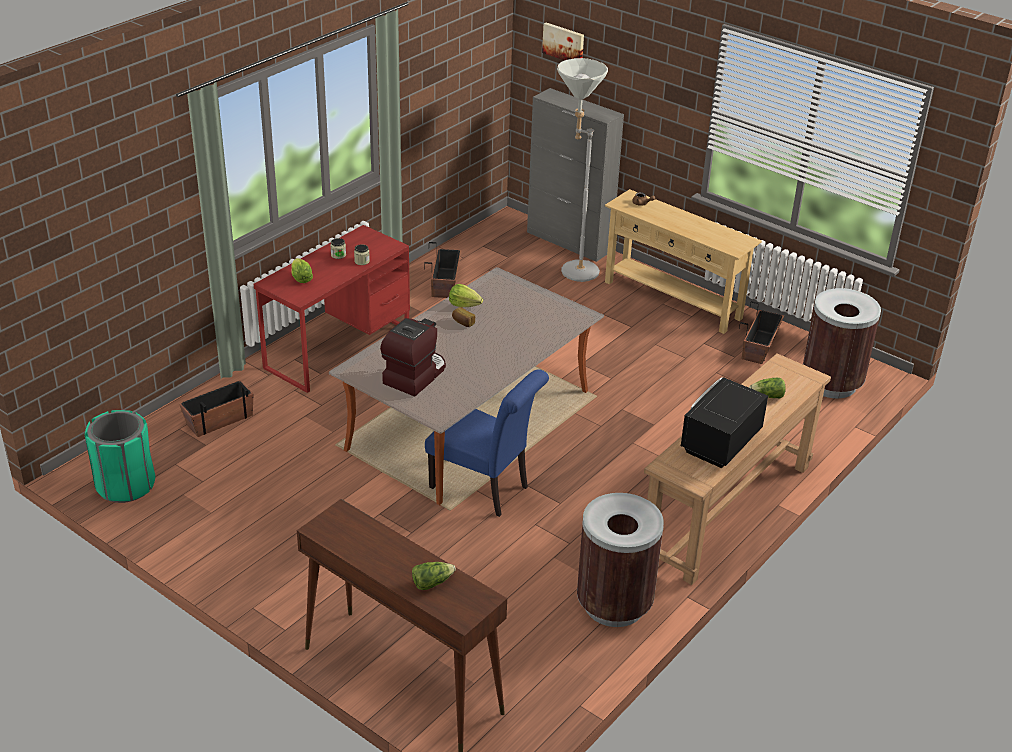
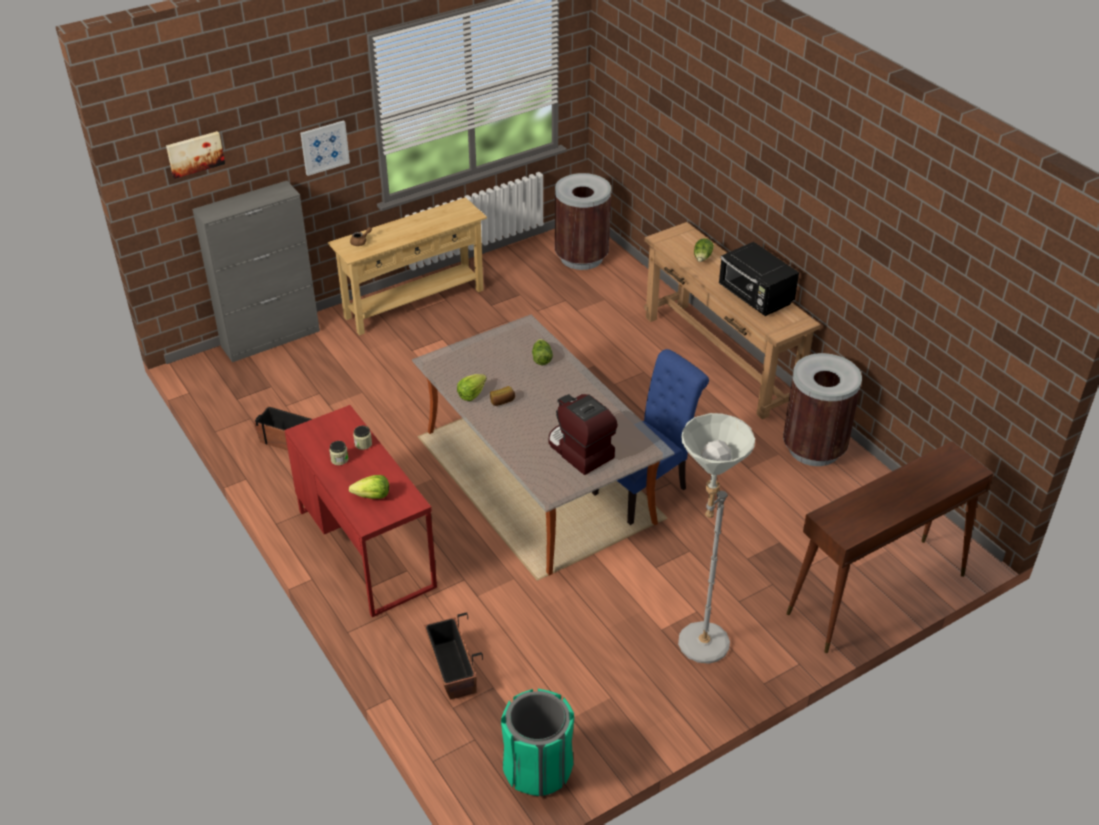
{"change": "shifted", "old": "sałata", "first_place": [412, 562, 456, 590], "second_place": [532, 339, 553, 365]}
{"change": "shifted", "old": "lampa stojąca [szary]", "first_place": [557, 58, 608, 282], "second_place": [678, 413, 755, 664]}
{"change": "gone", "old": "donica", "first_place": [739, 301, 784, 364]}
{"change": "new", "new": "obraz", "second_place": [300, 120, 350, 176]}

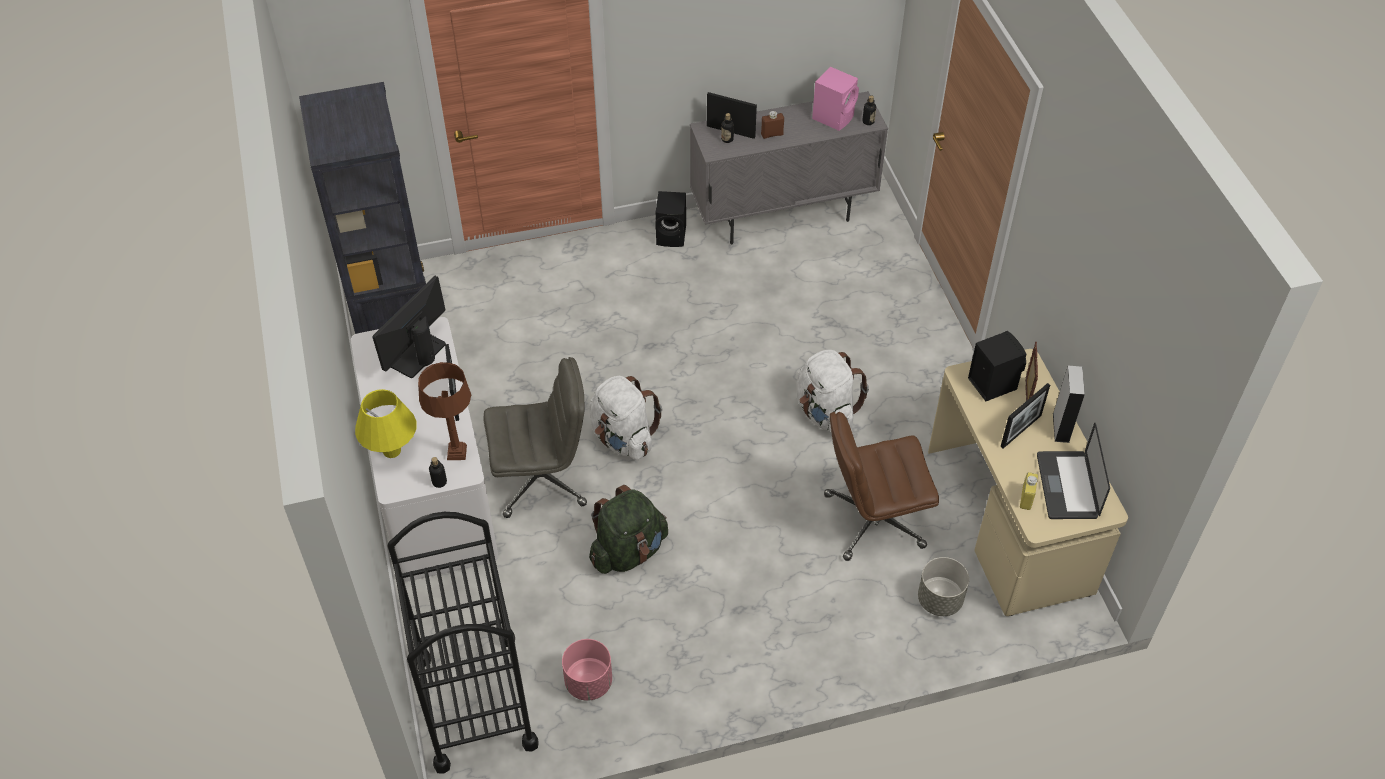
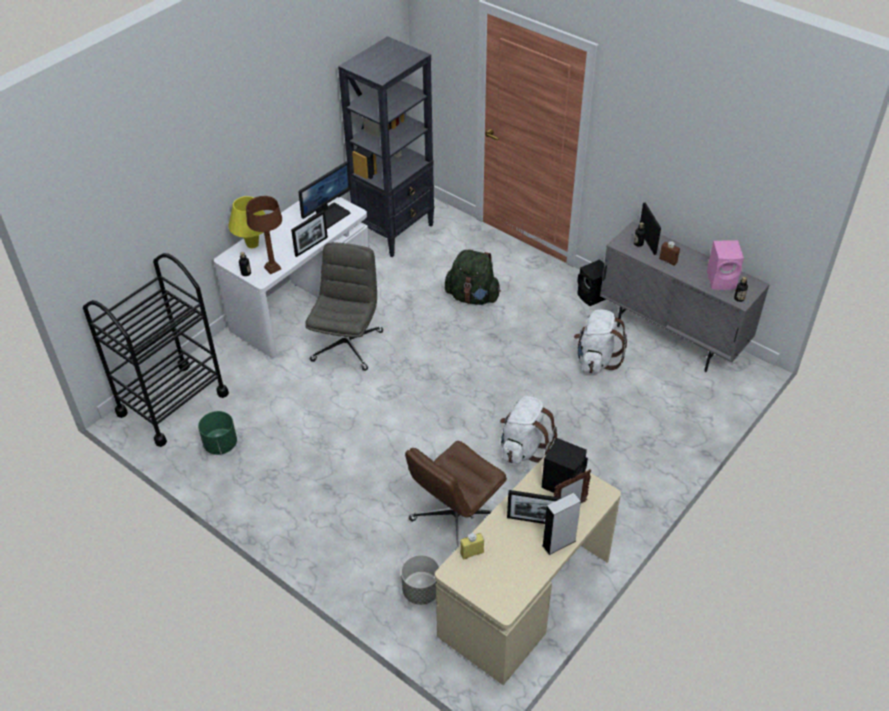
{"change": "rotated", "old": "monitor", "first_place": [372, 276, 446, 378], "second_place": [298, 161, 351, 229], "degrees": 135}
{"change": "rotated", "old": "krzesło biurowe [szary]", "first_place": [483, 357, 587, 518], "second_place": [305, 242, 383, 371], "degrees": -120}
{"change": "repainted", "old": "donica [różowy]", "new": "donica [zielony]", "first_place": [562, 639, 612, 701], "second_place": [198, 411, 237, 455]}
{"change": "shifted", "old": "plecak [biały]", "first_place": [589, 376, 662, 460], "second_place": [574, 310, 627, 374]}
{"change": "shifted", "old": "plecak [zielony]", "first_place": [589, 485, 668, 574], "second_place": [445, 249, 501, 305]}
{"change": "rotated", "old": "krzesło biurowe [brązowy]", "first_place": [824, 412, 939, 561], "second_place": [405, 441, 507, 548], "degrees": -90}
{"change": "gone", "old": "laptop", "first_place": [1037, 423, 1110, 519]}

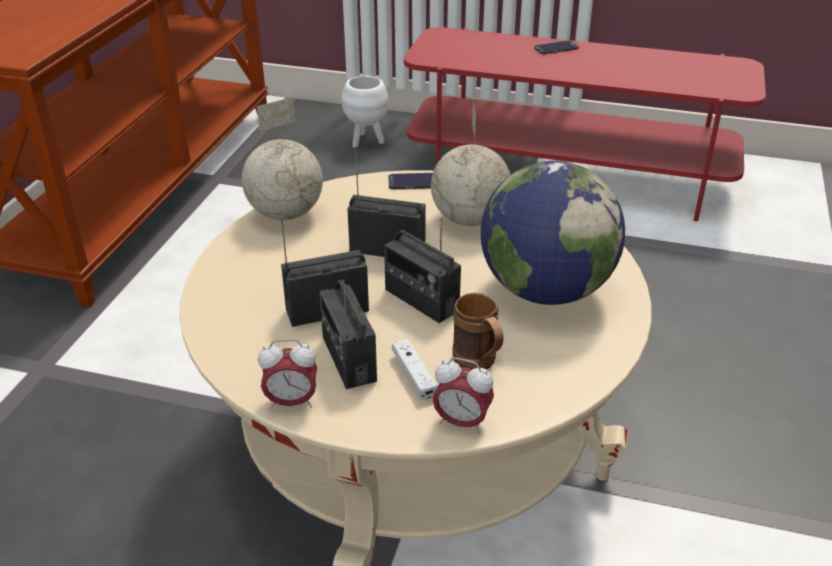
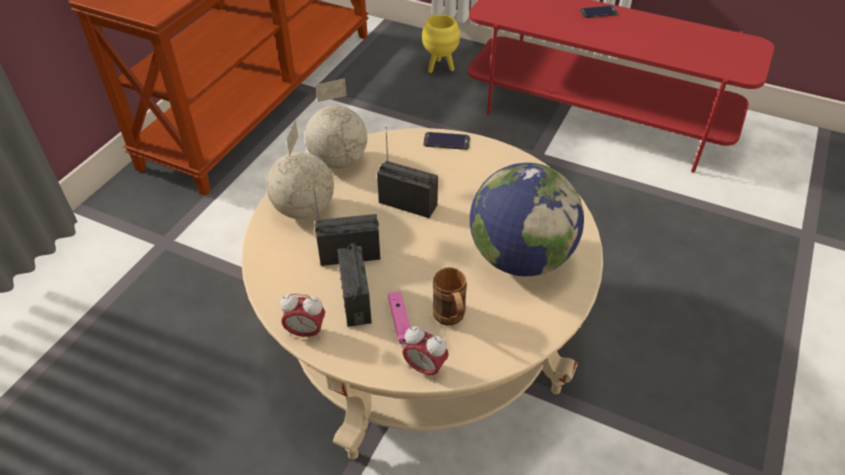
{"change": "repainted", "old": "donica [biały]", "new": "donica [żółty]", "first_place": [342, 76, 389, 148], "second_place": [422, 15, 460, 73]}
{"change": "gone", "old": "radio", "first_place": [384, 218, 461, 323]}
{"change": "repainted", "old": "pad do gier [biały]", "new": "pad do gier [różowy]", "first_place": [392, 339, 438, 400], "second_place": [388, 291, 410, 344]}
{"change": "shifted", "old": "globus", "first_place": [431, 101, 511, 226], "second_place": [266, 119, 334, 219]}

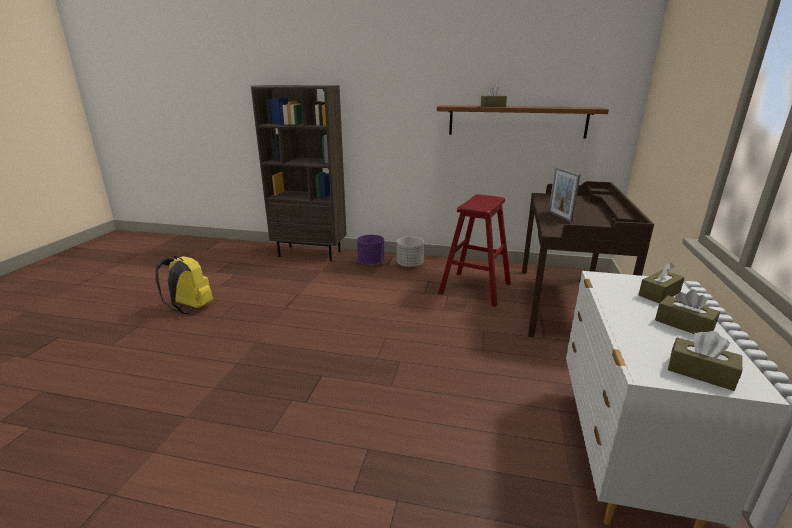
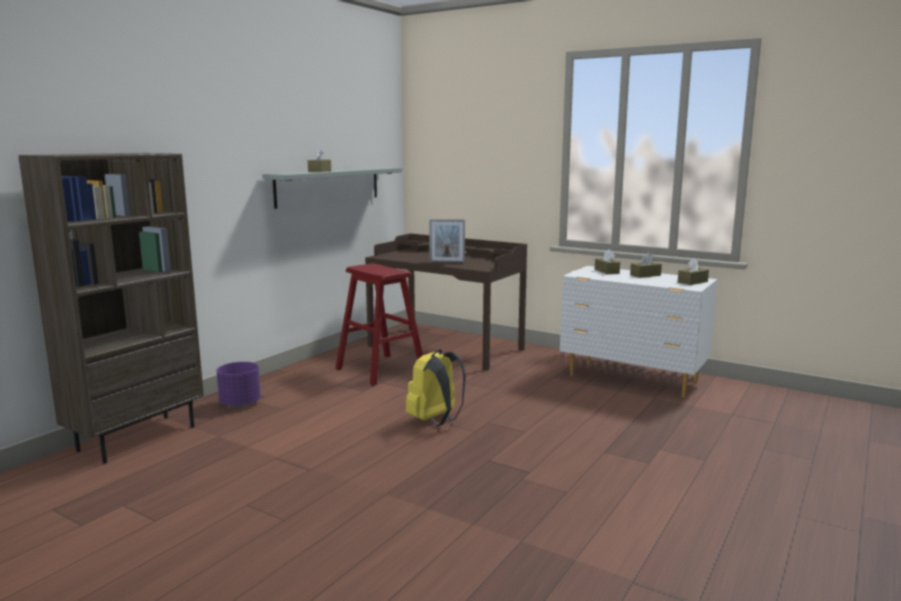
{"change": "shifted", "old": "plecak [żółty]", "first_place": [155, 256, 213, 314], "second_place": [406, 349, 466, 427]}
{"change": "gone", "old": "donica [szary]", "first_place": [397, 237, 424, 268]}
{"change": "repainted", "old": "półka [brązowy]", "new": "półka [szary]", "first_place": [437, 105, 609, 138], "second_place": [262, 167, 402, 209]}

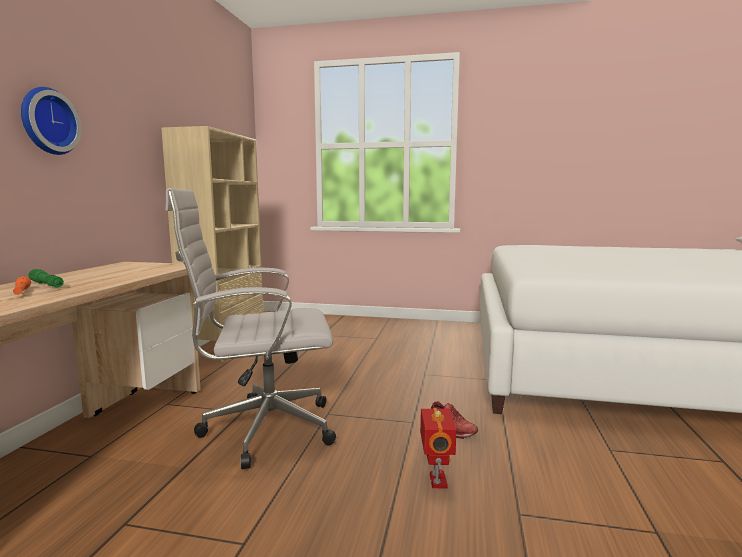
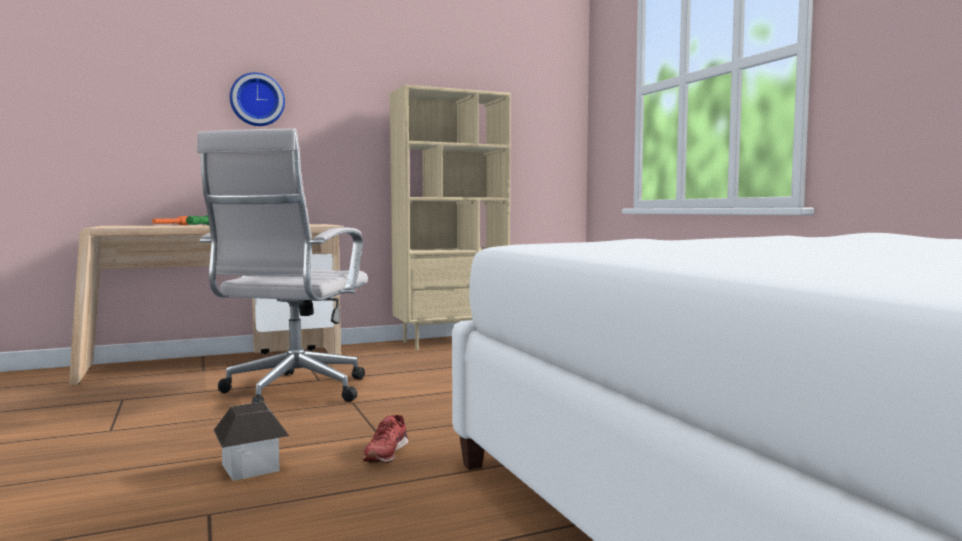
{"change": "rotated", "old": "krzesło biurowe [biały]", "first_place": [165, 188, 336, 469], "second_place": [197, 128, 368, 403], "degrees": -120}
{"change": "swapped", "old": "robot zabawkowy", "new": "domek", "first_place": [420, 408, 456, 488], "second_place": [214, 401, 289, 481]}

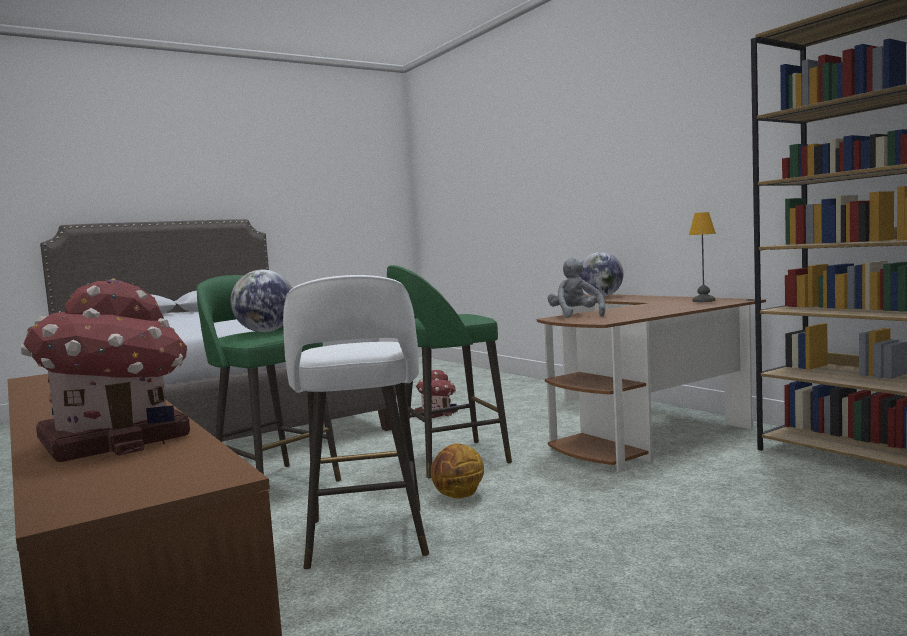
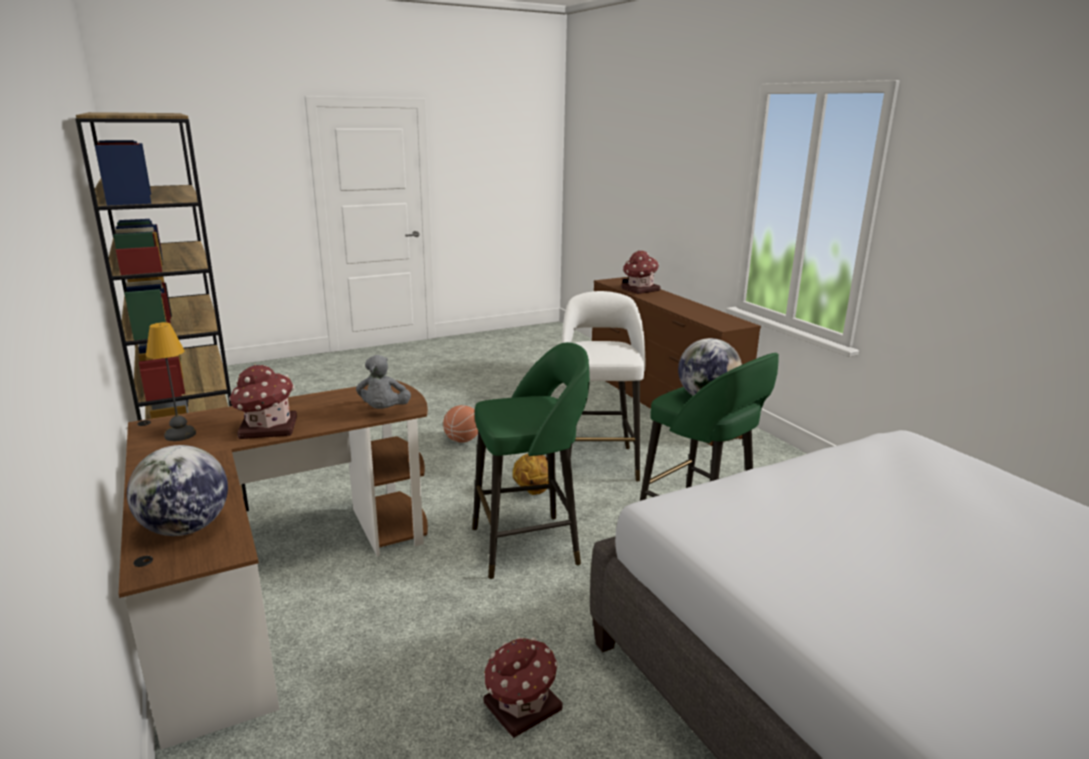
{"change": "new", "new": "domek", "second_place": [229, 364, 297, 439]}
{"change": "new", "new": "piłka do koszykówki", "second_place": [443, 405, 478, 442]}

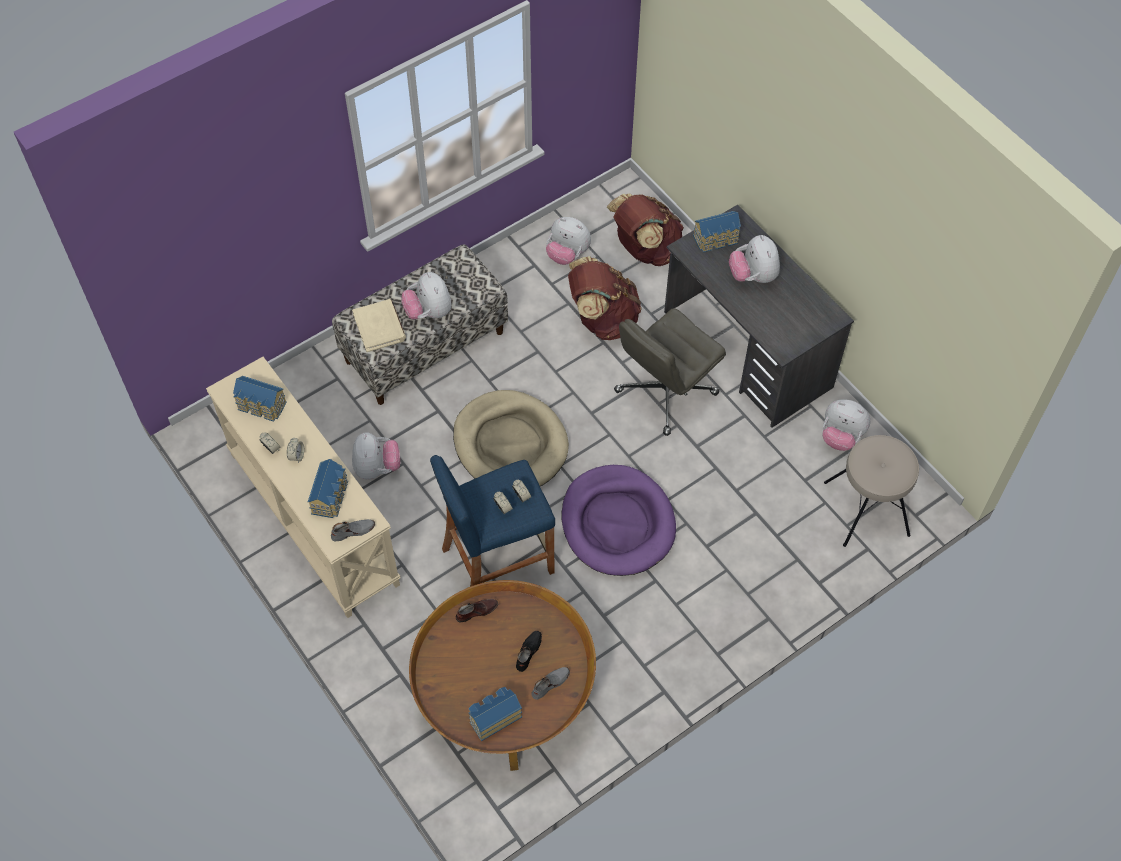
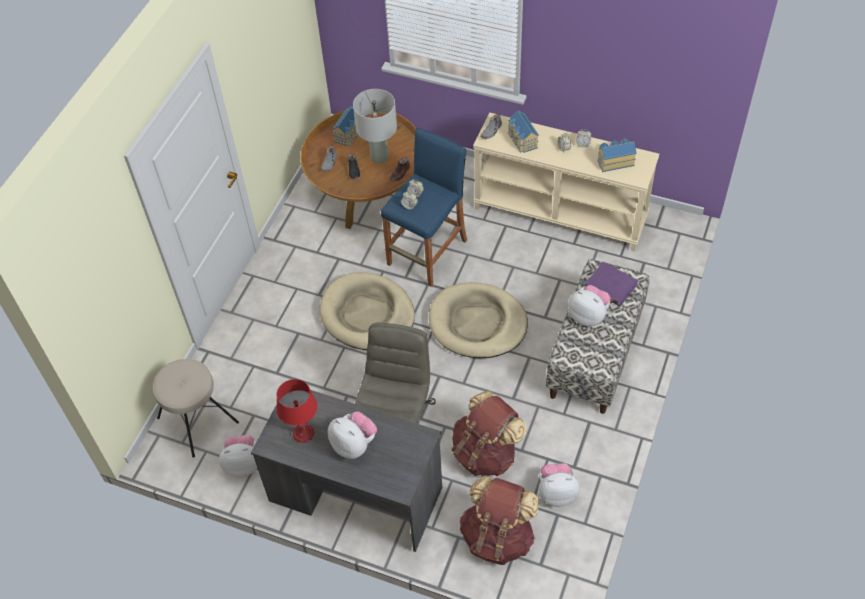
{"change": "repainted", "old": "książka [beżowy]", "new": "książka [fioletowy]", "first_place": [352, 299, 406, 352], "second_place": [585, 262, 638, 306]}
{"change": "gone", "old": "pluszak", "first_place": [352, 432, 400, 479]}
{"change": "repainted", "old": "legowisko [fioletowy]", "new": "legowisko [beżowy]", "first_place": [561, 465, 676, 576], "second_place": [319, 272, 415, 350]}
{"change": "gone", "old": "domek", "first_place": [693, 211, 741, 253]}
{"change": "new", "new": "lampa stołowa [czerwony]", "second_place": [276, 379, 317, 443]}
{"change": "new", "new": "lampa stołowa [szary]", "second_place": [353, 89, 397, 163]}

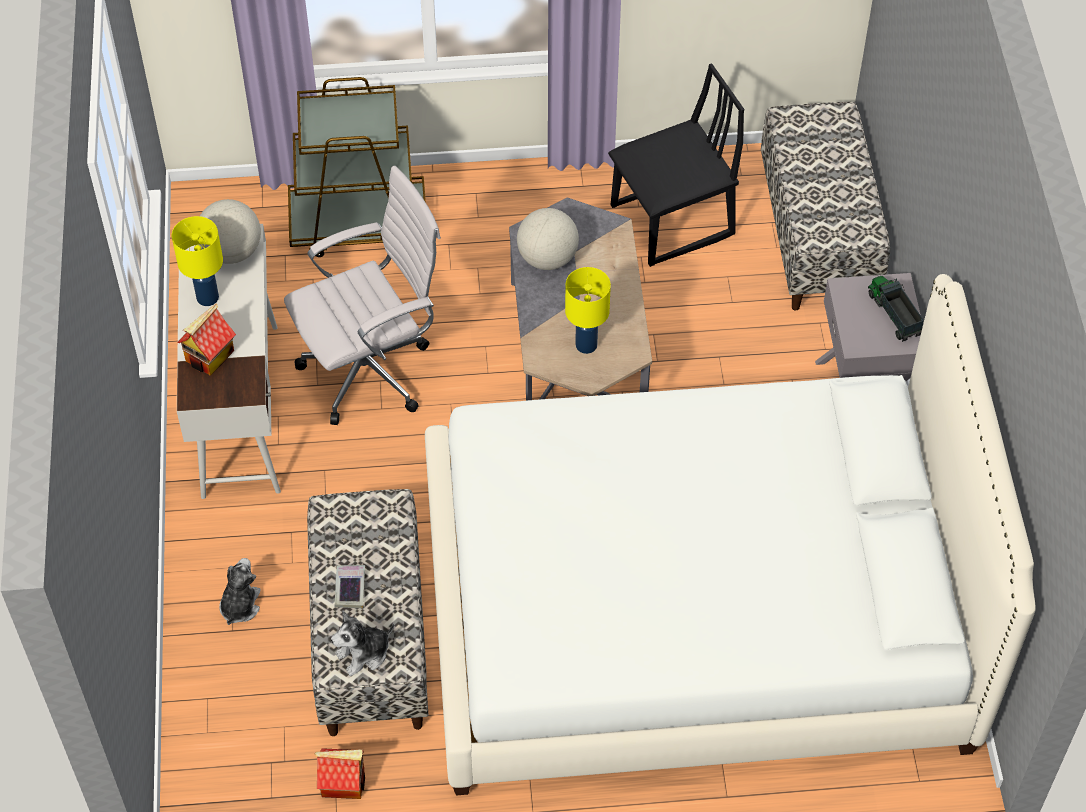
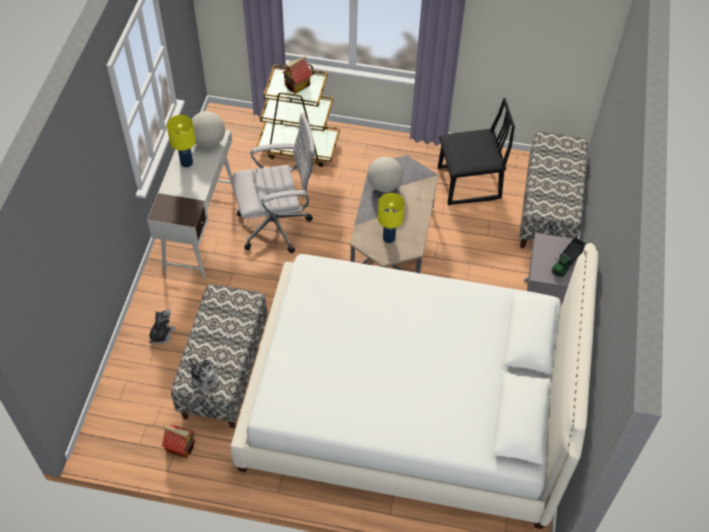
{"change": "shifted", "old": "domek", "first_place": [178, 303, 236, 376], "second_place": [283, 56, 312, 94]}
{"change": "rotated", "old": "pluszak", "first_place": [331, 610, 394, 676], "second_place": [189, 358, 221, 392], "degrees": -120}
{"change": "gone", "old": "książka", "first_place": [334, 565, 365, 608]}
{"change": "rotated", "old": "ciężarówka zabawkowa", "first_place": [868, 276, 923, 342], "second_place": [551, 237, 586, 277], "degrees": -135}

